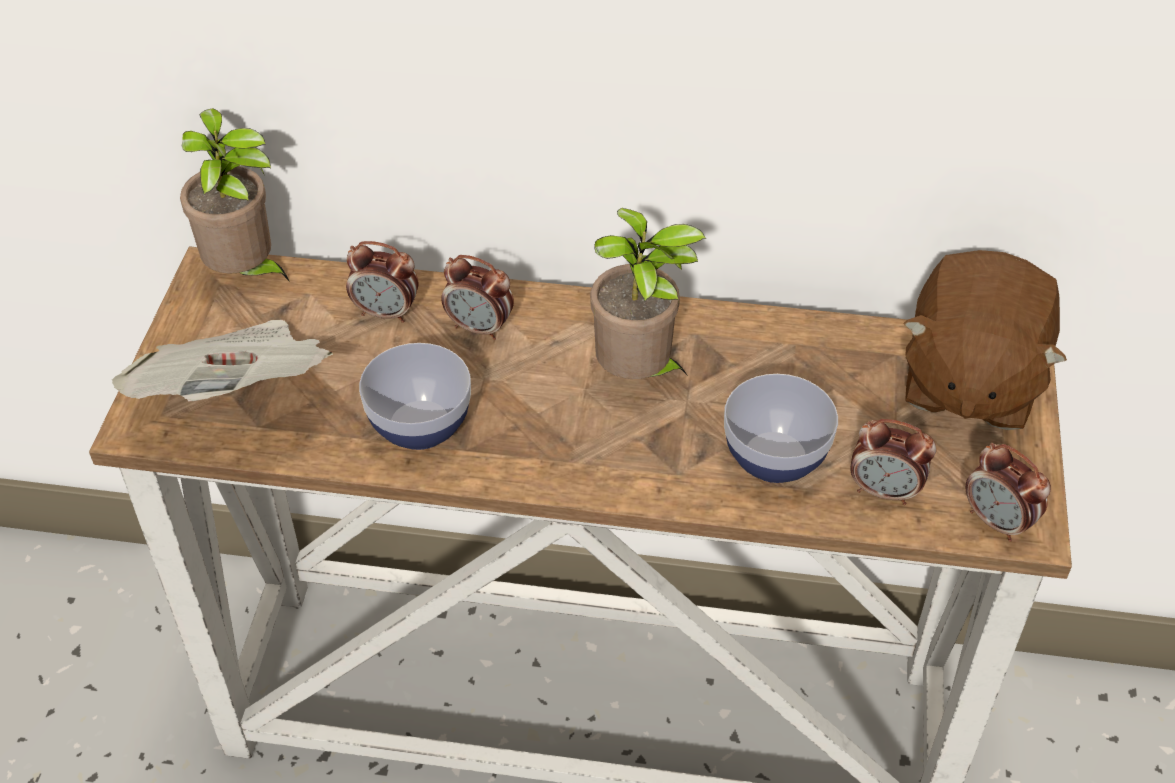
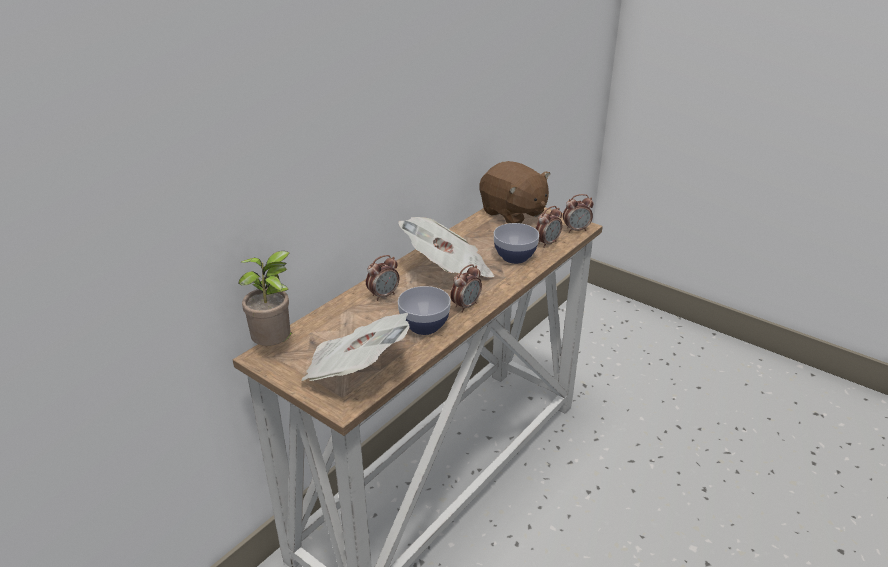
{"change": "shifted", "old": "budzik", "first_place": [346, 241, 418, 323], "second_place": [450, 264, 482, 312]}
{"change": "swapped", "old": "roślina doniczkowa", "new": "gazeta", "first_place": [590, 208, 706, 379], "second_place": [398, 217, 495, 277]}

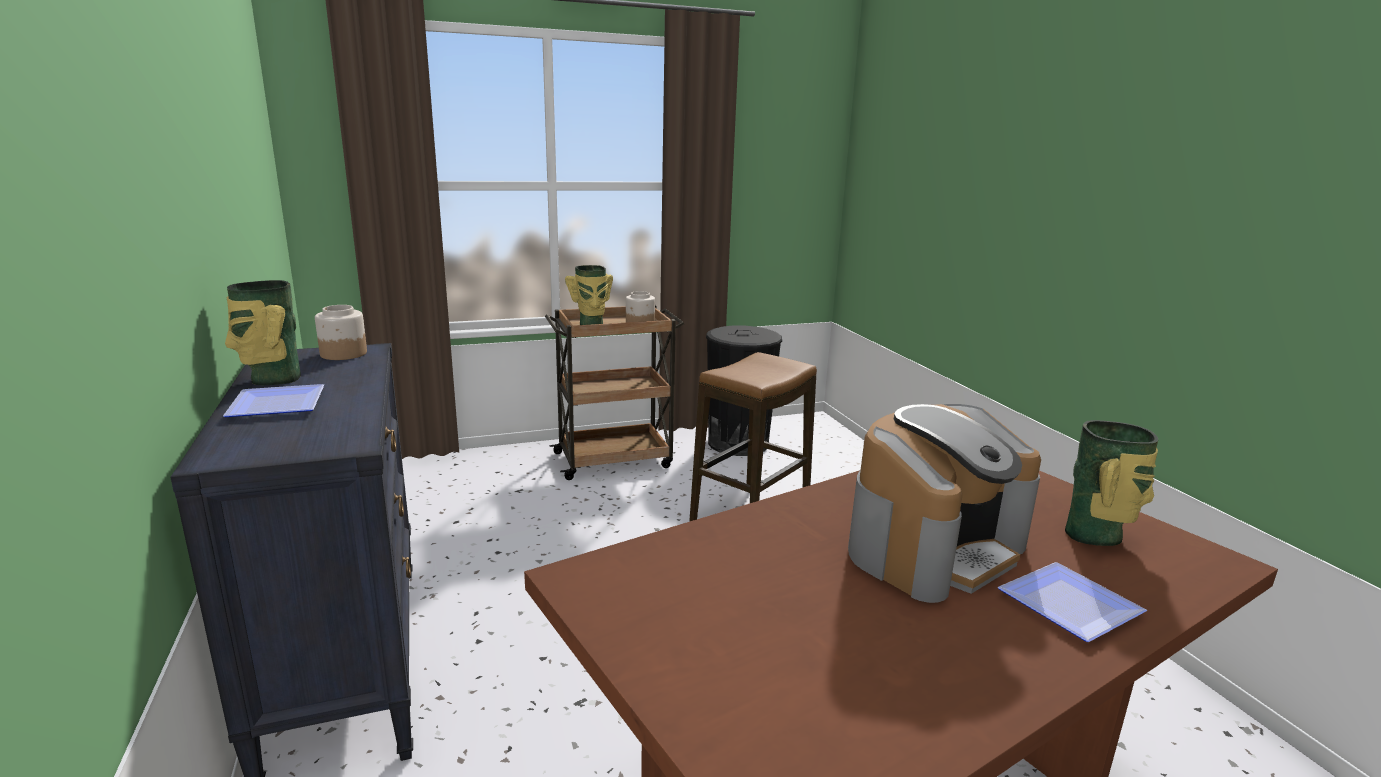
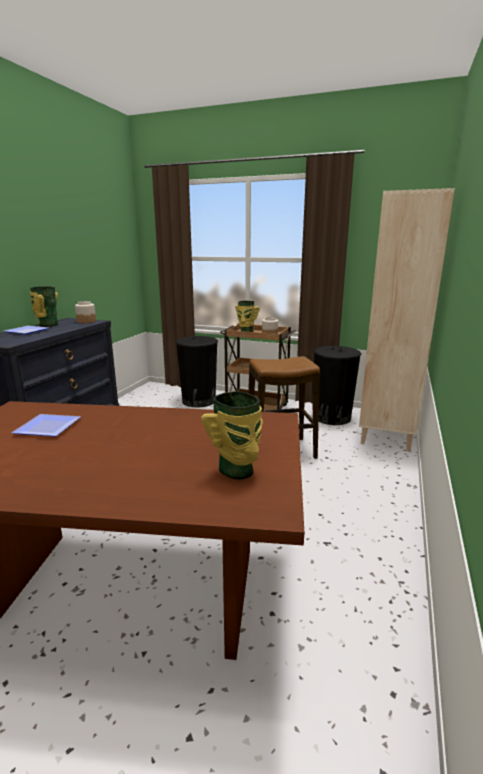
{"change": "gone", "old": "ekspres do kawy", "first_place": [848, 404, 1041, 603]}
{"change": "shifted", "old": "talerz", "first_place": [998, 562, 1147, 642], "second_place": [12, 414, 81, 437]}
{"change": "new", "new": "kosz na śmieci [czarny]", "second_place": [176, 336, 218, 407]}
{"change": "new", "new": "regał [beżowy]", "second_place": [359, 188, 455, 452]}

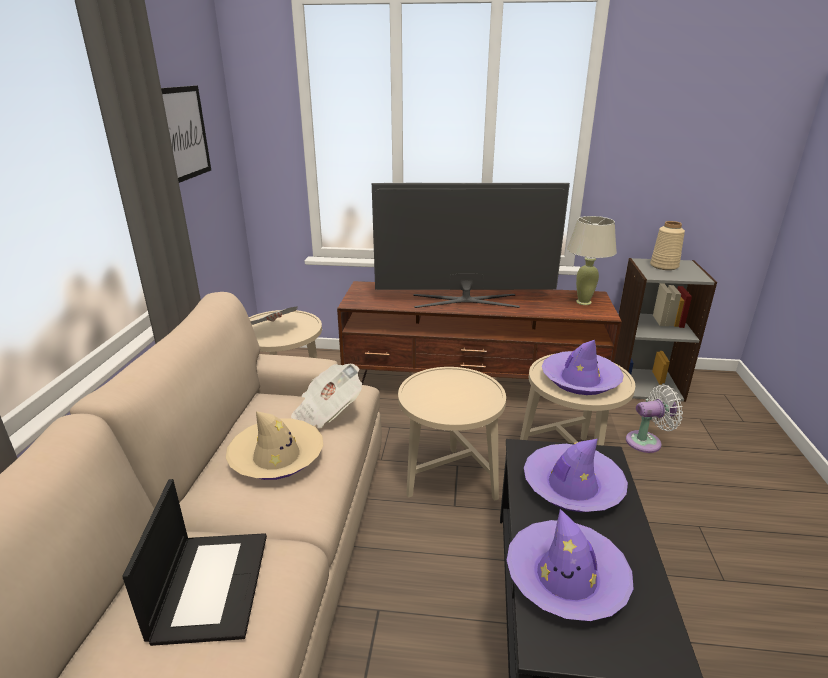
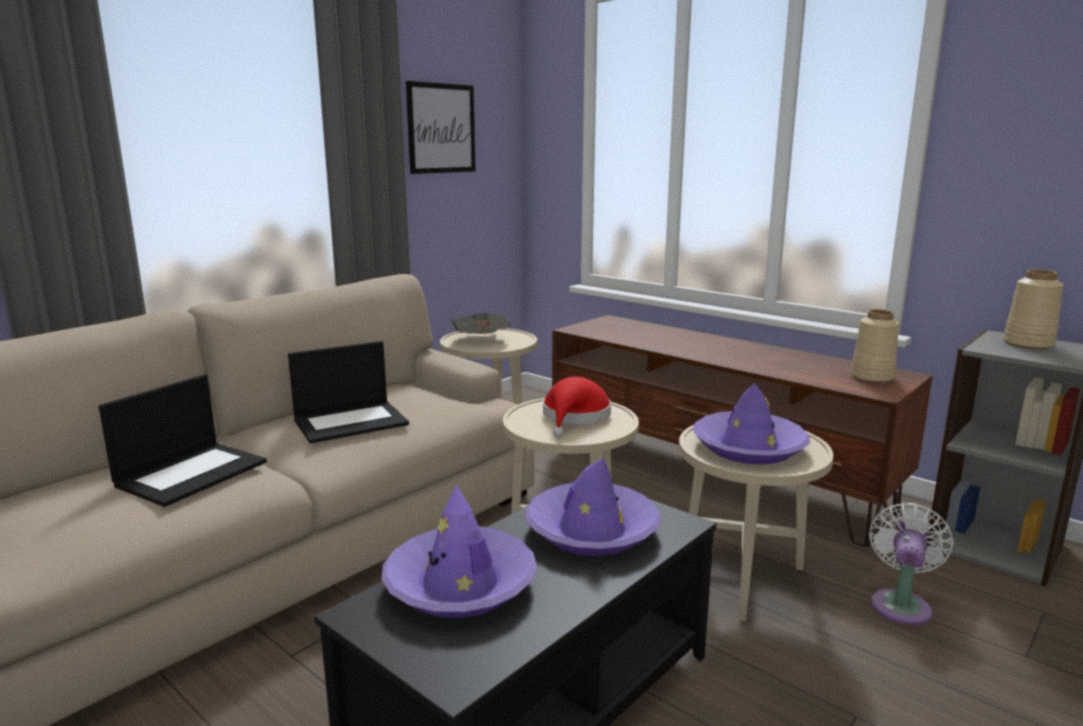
{"change": "swapped", "old": "kapelusz [beżowy]", "new": "laptop", "first_place": [226, 411, 323, 480], "second_place": [288, 341, 409, 443]}
{"change": "gone", "old": "gazeta", "first_place": [291, 364, 362, 428]}
{"change": "gone", "old": "telewizor", "first_place": [372, 183, 570, 308]}
{"change": "swapped", "old": "lampa stołowa [beżowy]", "new": "wazon [beżowy]", "first_place": [567, 216, 617, 305], "second_place": [851, 309, 899, 383]}
{"change": "rotated", "old": "wentylator [biały]", "first_place": [626, 385, 683, 453], "second_place": [869, 503, 954, 626], "degrees": -90}
{"change": "new", "new": "kapelusz [czerwony]", "second_place": [543, 377, 611, 438]}

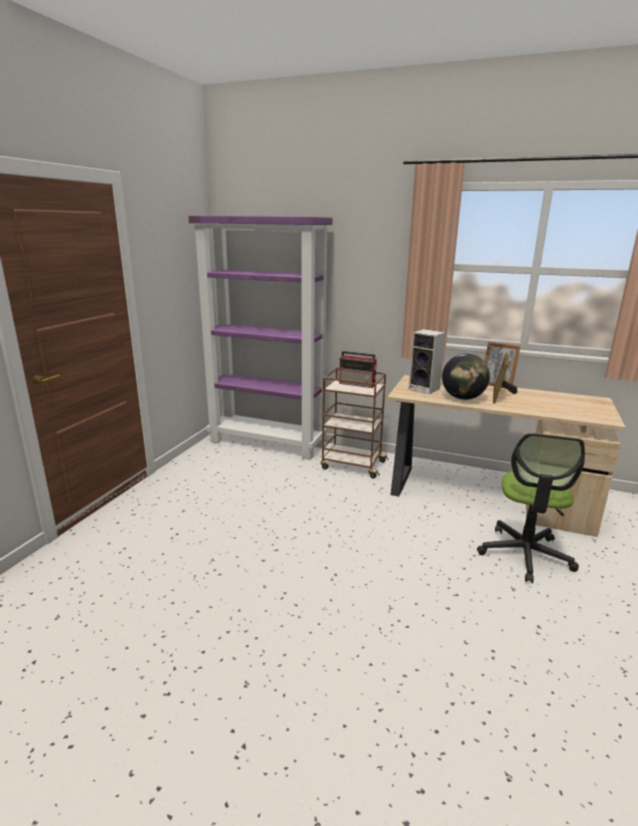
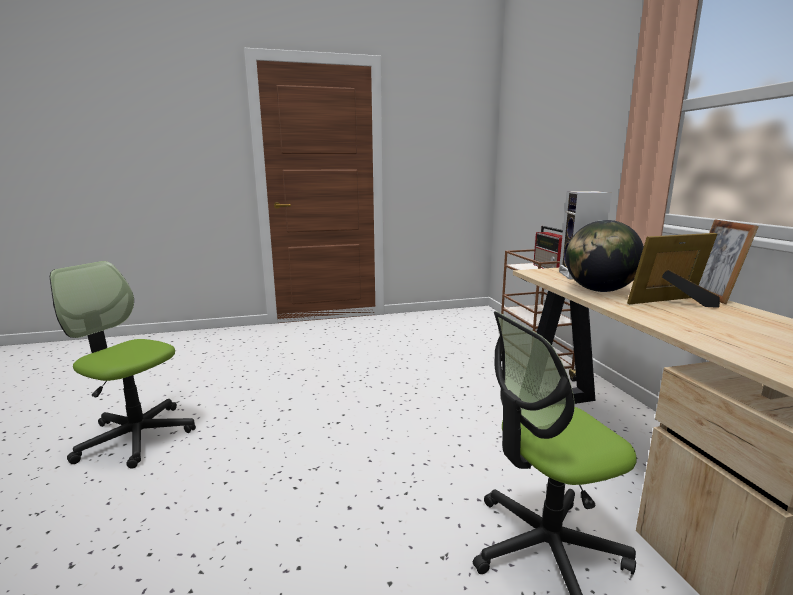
{"change": "gone", "old": "regał [fioletowy]", "first_place": [188, 216, 332, 460]}
{"change": "new", "new": "krzesło biurowe", "second_place": [50, 261, 196, 468]}

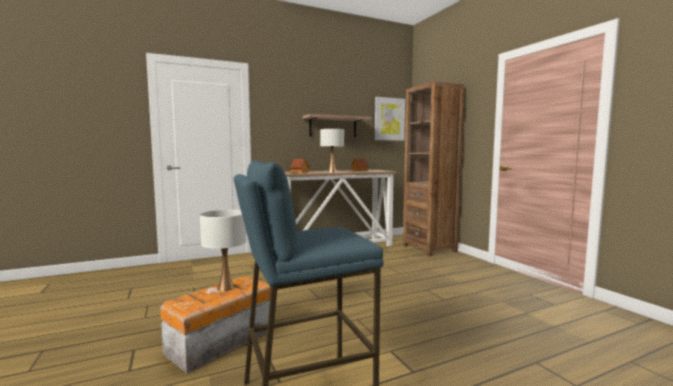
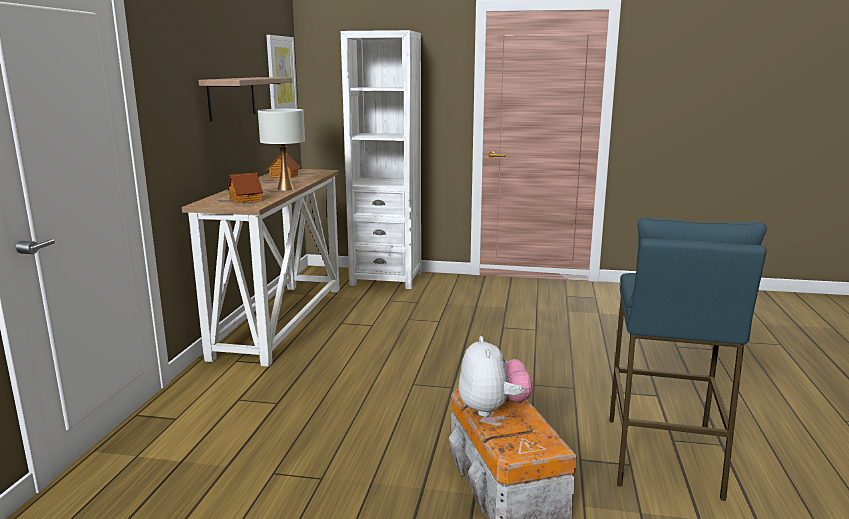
{"change": "swapped", "old": "lampa stołowa [biały]", "new": "pluszak", "first_place": [200, 210, 247, 291], "second_place": [459, 336, 533, 417]}
{"change": "repainted", "old": "regał [brązowy]", "new": "regał [biały]", "first_place": [403, 82, 465, 256], "second_place": [341, 30, 421, 289]}

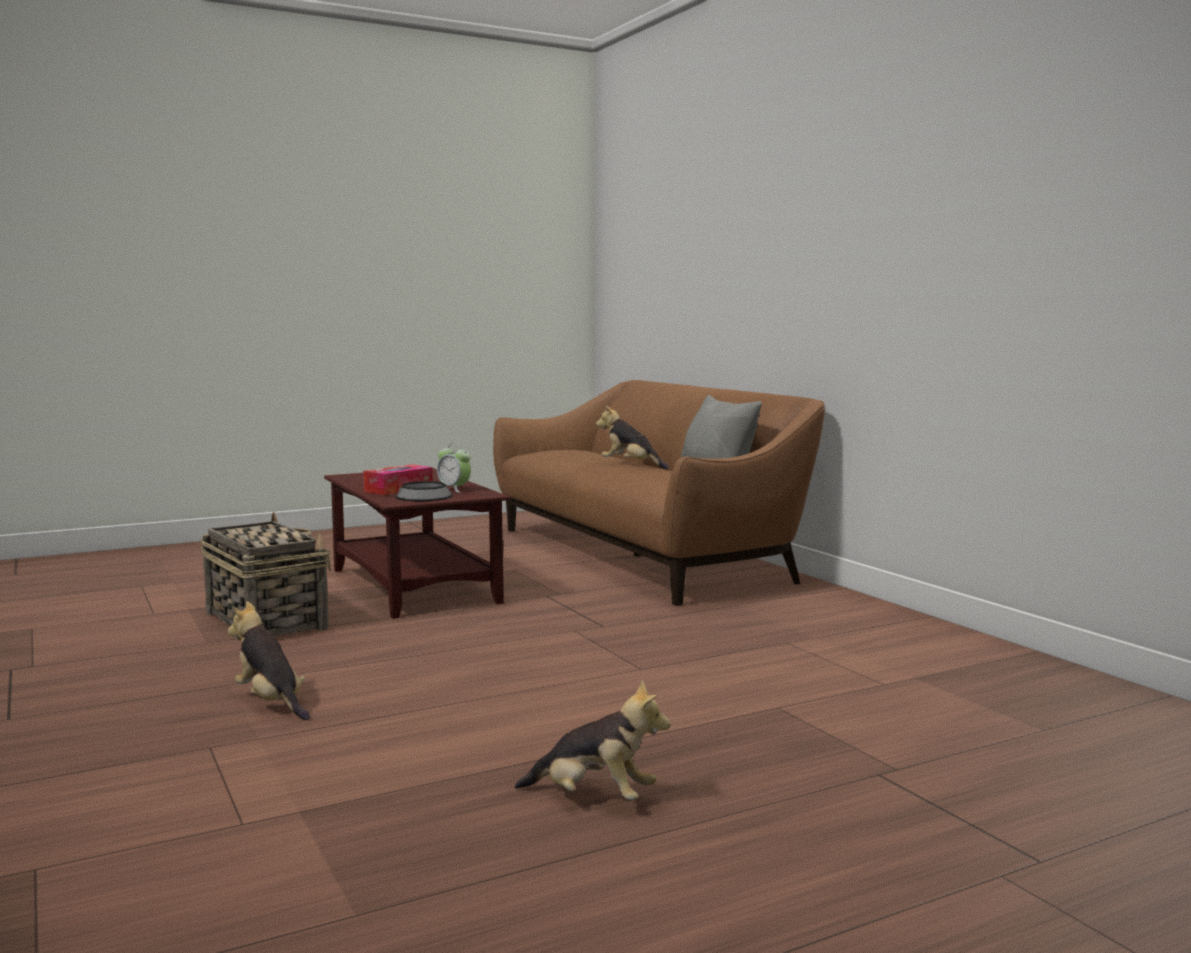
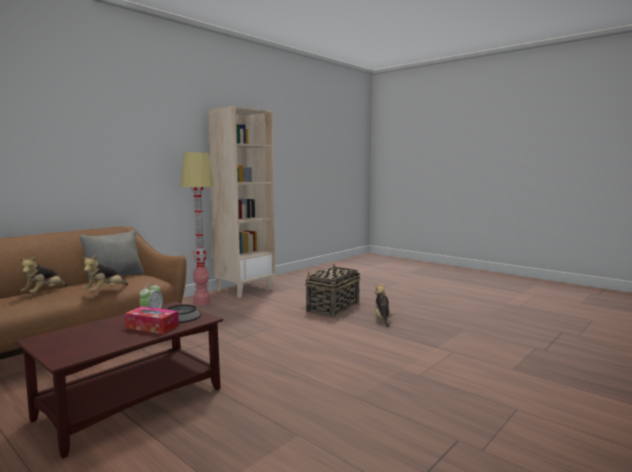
{"change": "shifted", "old": "koszyk", "first_place": [200, 512, 331, 636], "second_place": [305, 264, 361, 317]}
{"change": "shifted", "old": "pluszak", "first_place": [228, 601, 310, 720], "second_place": [82, 255, 128, 292]}
{"change": "new", "new": "lampa stojąca", "second_place": [180, 152, 214, 306]}
{"change": "new", "new": "regał [beżowy]", "second_place": [208, 106, 275, 298]}

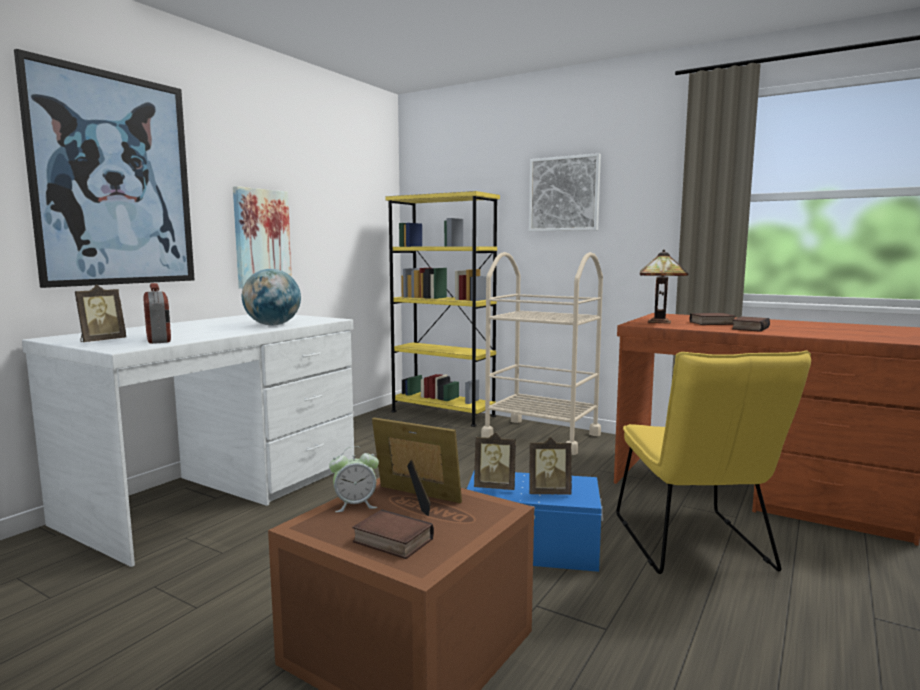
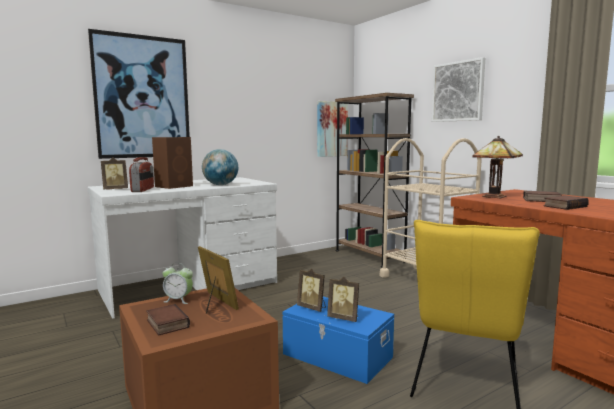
{"change": "shifted", "old": "obraz", "first_place": [233, 186, 292, 289], "second_place": [317, 101, 348, 157]}
{"change": "repainted", "old": "regał [żółty]", "new": "regał [brązowy]", "first_place": [385, 191, 500, 427], "second_place": [335, 93, 414, 268]}
{"change": "new", "new": "głośnik [brązowy]", "second_place": [152, 137, 193, 189]}

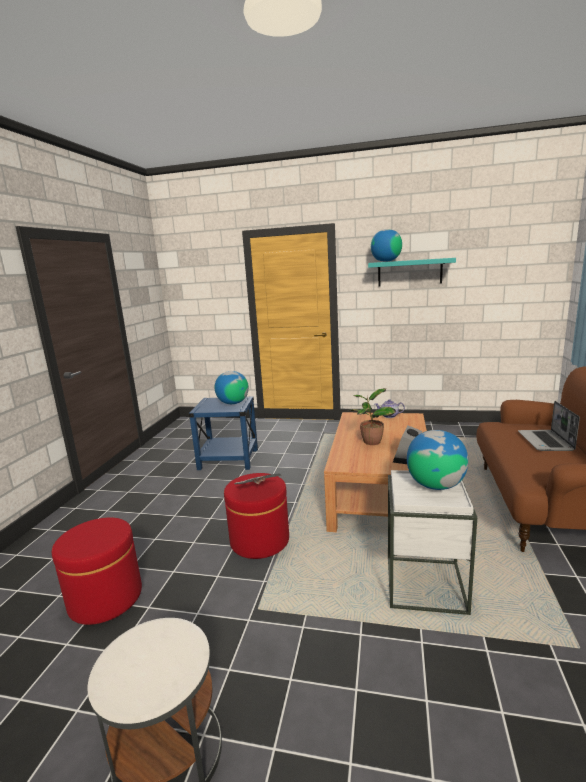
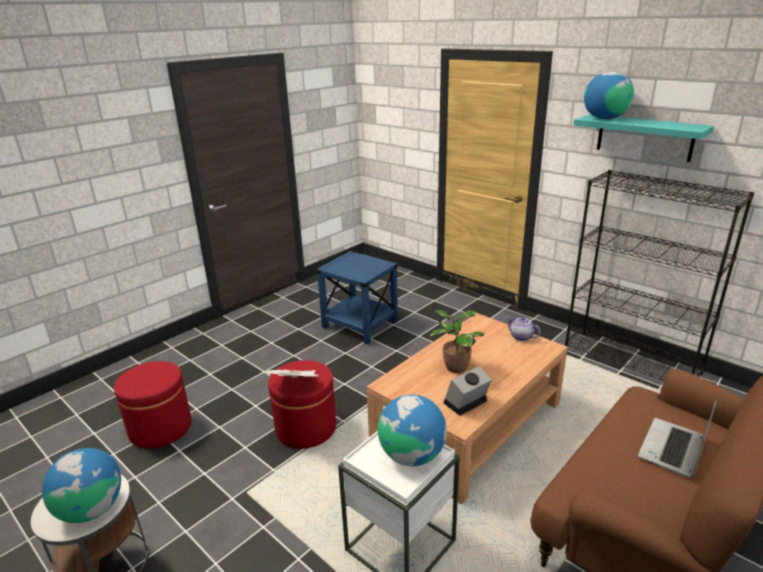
{"change": "shifted", "old": "globus", "first_place": [215, 371, 249, 404], "second_place": [42, 448, 121, 523]}
{"change": "new", "new": "regał [czarny]", "second_place": [565, 170, 754, 381]}

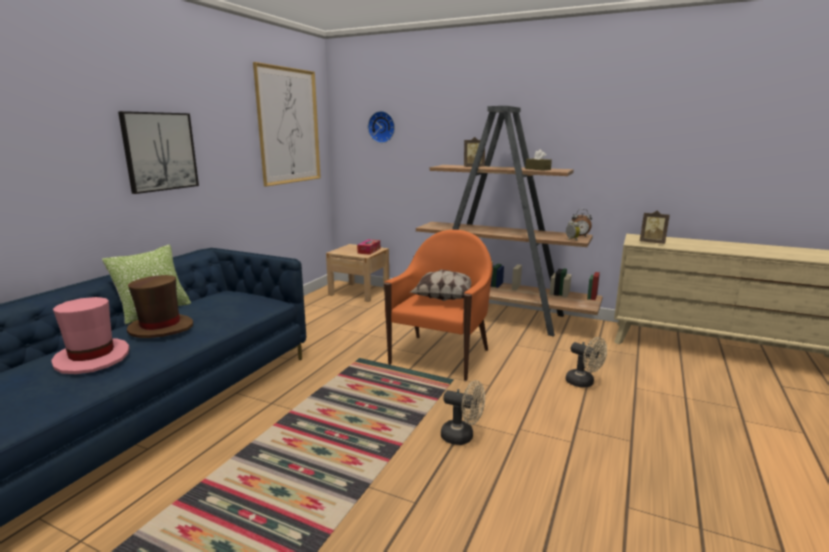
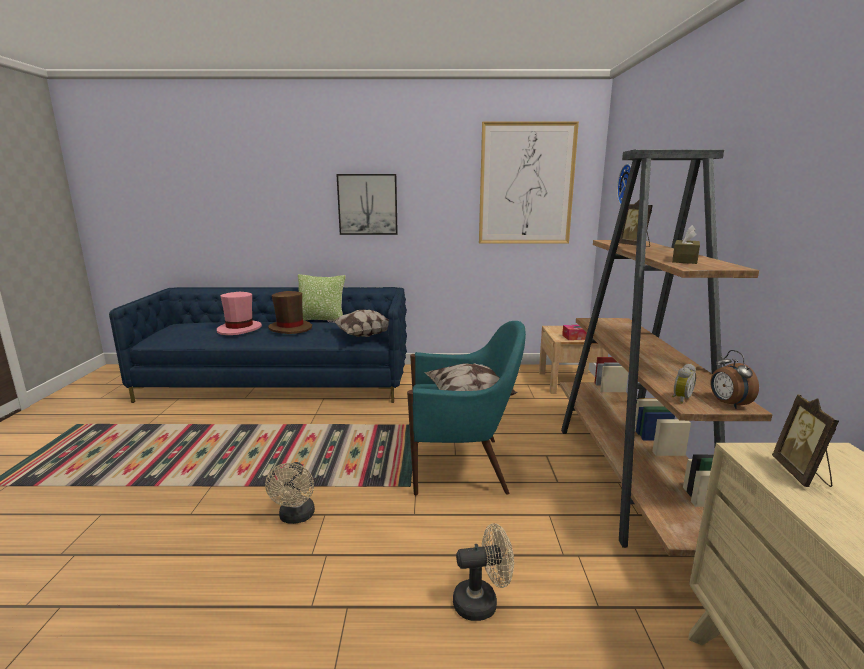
{"change": "repainted", "old": "fotel [pomarańczowy]", "new": "fotel [turkusowy]", "first_place": [384, 230, 493, 381], "second_place": [407, 321, 526, 495]}
{"change": "rotated", "old": "wentylator [beżowy]", "first_place": [566, 337, 607, 388], "second_place": [453, 523, 514, 621], "degrees": -120}
{"change": "new", "new": "poduszka", "second_place": [327, 310, 389, 337]}

